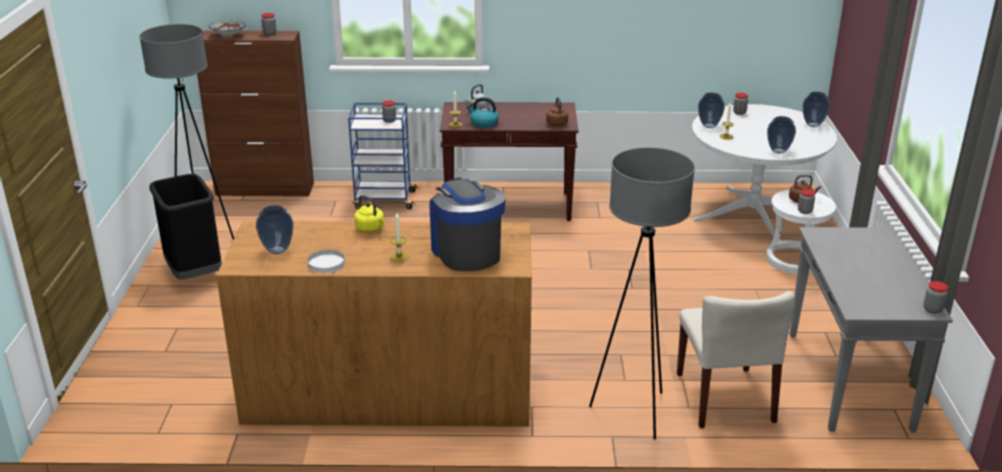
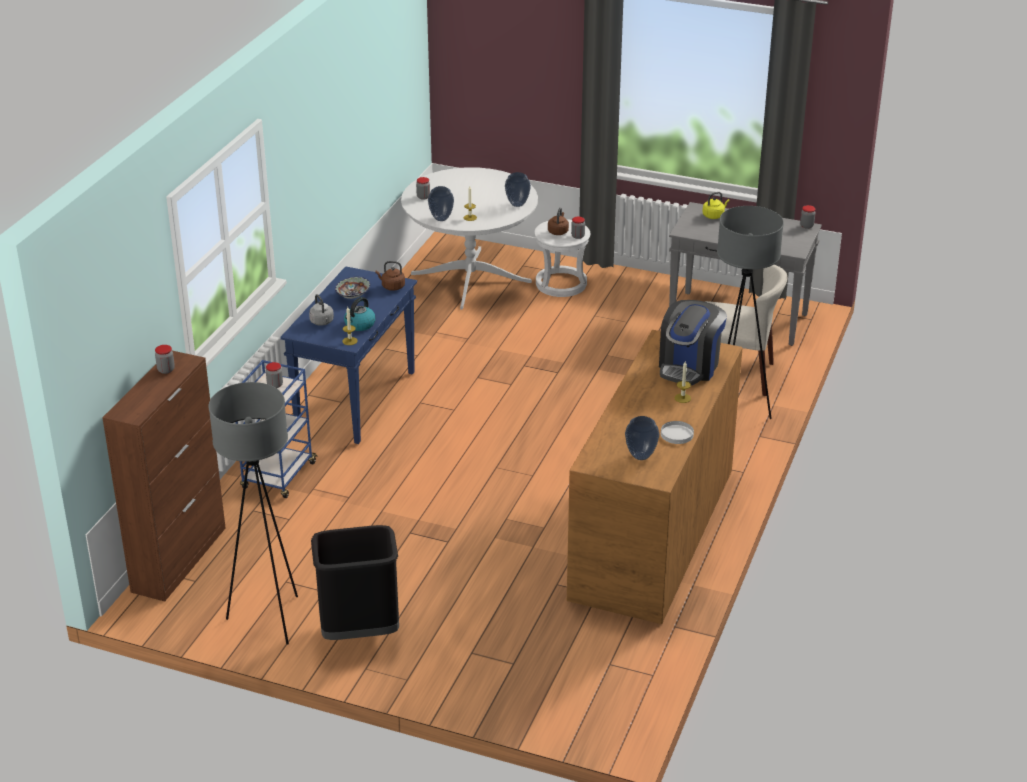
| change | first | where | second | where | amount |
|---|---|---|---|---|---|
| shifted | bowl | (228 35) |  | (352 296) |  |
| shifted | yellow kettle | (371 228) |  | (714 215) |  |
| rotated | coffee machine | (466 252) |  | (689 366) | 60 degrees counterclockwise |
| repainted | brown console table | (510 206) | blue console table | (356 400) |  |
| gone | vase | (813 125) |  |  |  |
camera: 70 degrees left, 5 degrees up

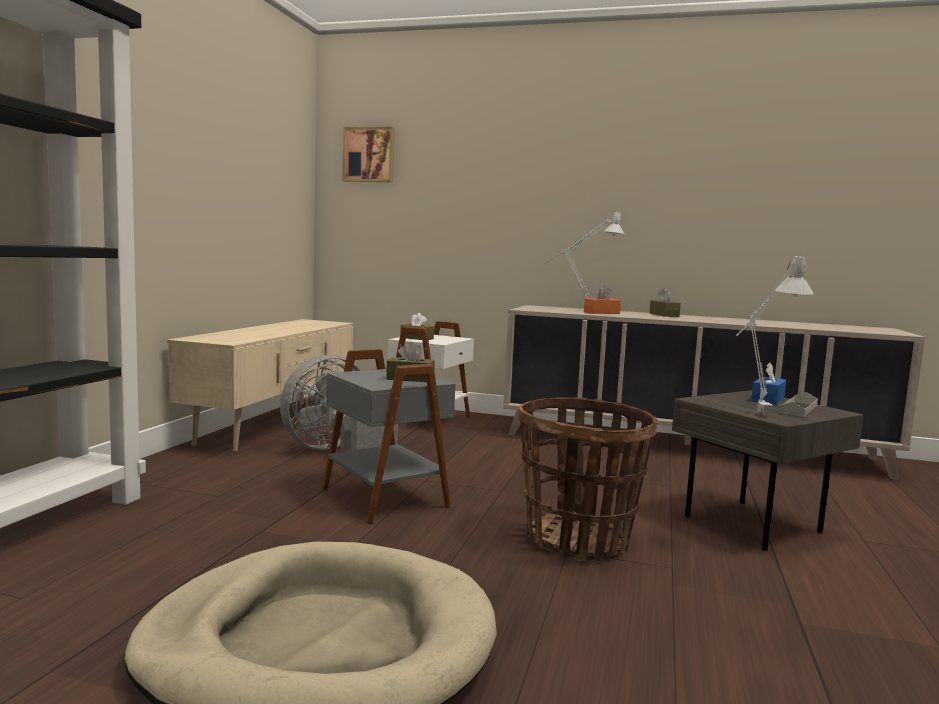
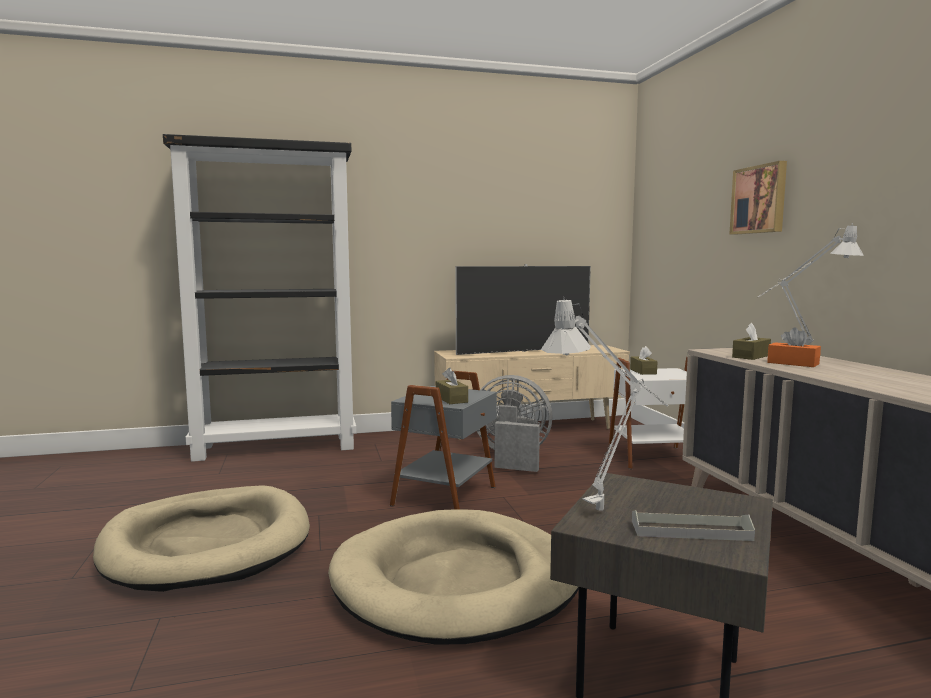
| change | first | where | second | where | amount |
|---|---|---|---|---|---|
| shifted | picture | (369 155) |  | (760 199) |  |
| swapped | basket | (578 540) | beige dog bed | (457 582) |  |
| shifted | brown tissue box | (664 315) |  | (751 356) |  |
| gone | blue tissue box | (767 399) |  |  |  |
| new |  |  | television | (524 351) |  |
camera: 60 degrees right, 0 degrees up

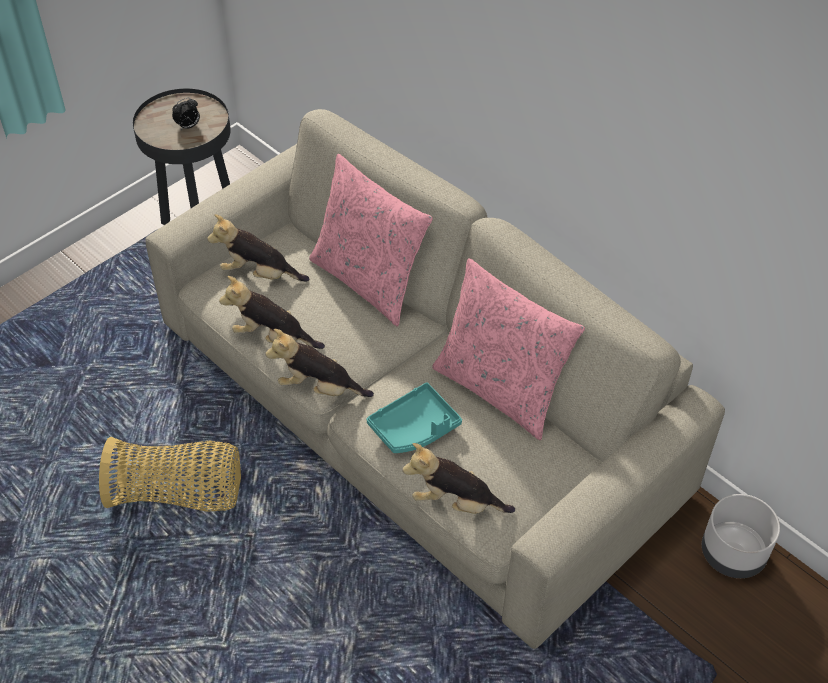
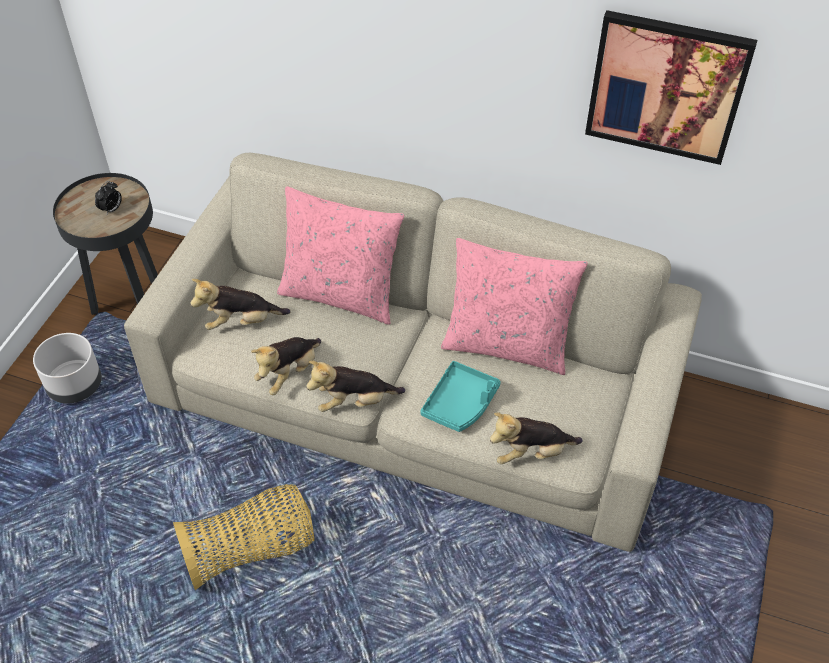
| change | first | where | second | where | amount |
|---|---|---|---|---|---|
| rotated | plush toy | (272 338) |  | (289 373) | 45 degrees counterclockwise |
| shifted | grey planter | (733 554) |  | (76 386) |  |
| new |  |  | picture | (666 87) |  |
camera: 25 degrees left, 0 degrees up

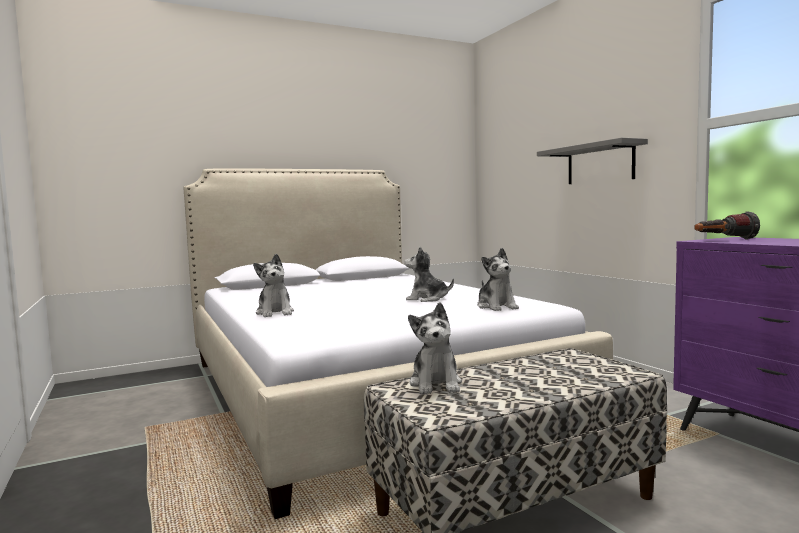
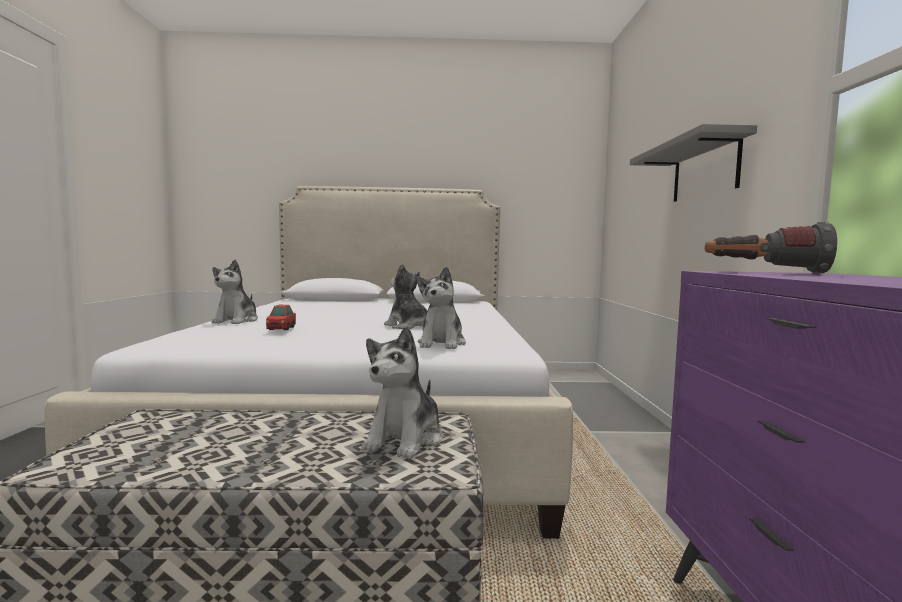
| change | first | where | second | where | amount |
|---|---|---|---|---|---|
| shifted | plush toy | (436 384) |  | (405 440) |  |
| new |  |  | toy car | (281 328) |  |
camera: 25 degrees right, 0 degrees up

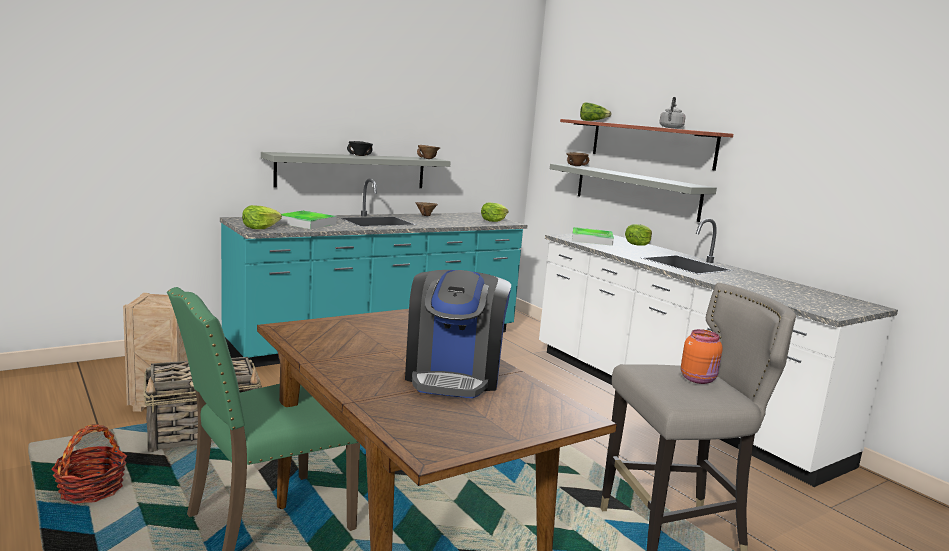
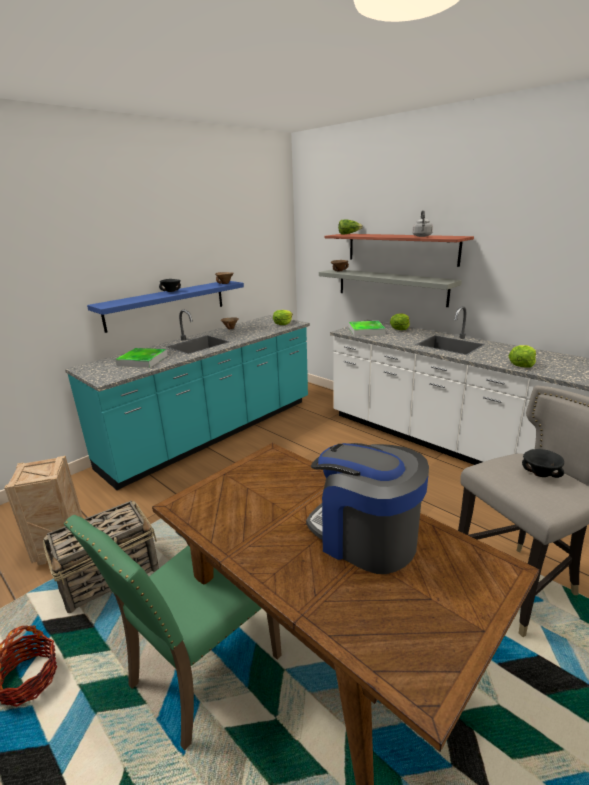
| change | first | where | second | where | amount |
|---|---|---|---|---|---|
| shifted | lettuce | (260 228) |  | (521 364) |  |
| repainted | grey shelf | (352 171) | blue shelf | (167 304) |  |
| rotated | coffee machine | (453 376) |  | (364 537) | 135 degrees clockwise |
| swapped | orange jar | (699 379) | black bowl | (540 474) |  |
camera: 10 degrees left, 10 degrees up

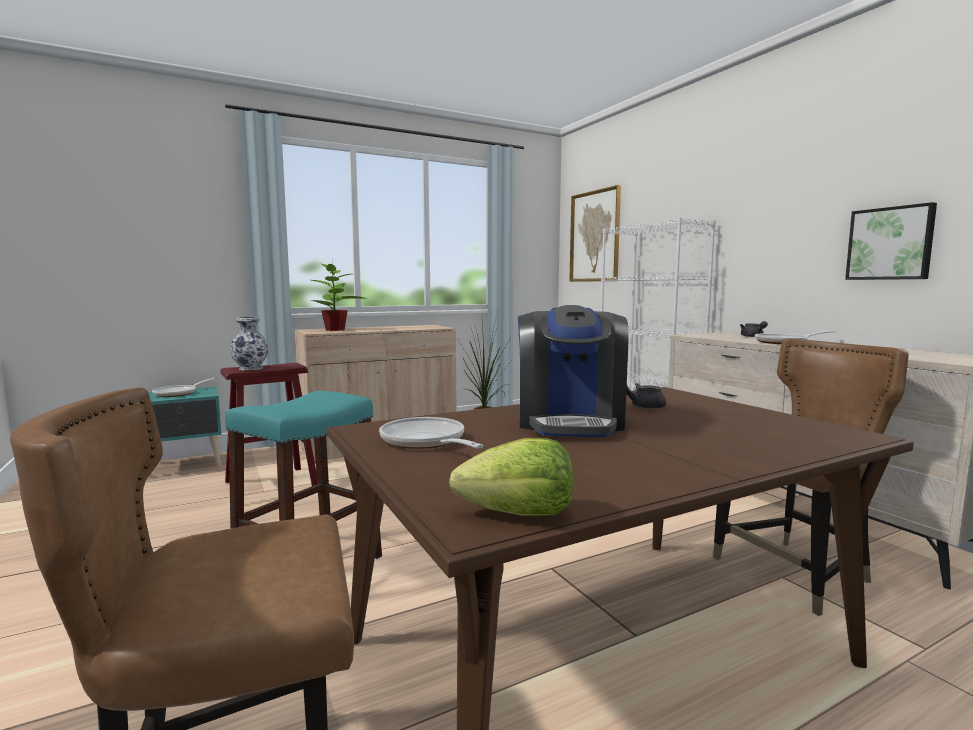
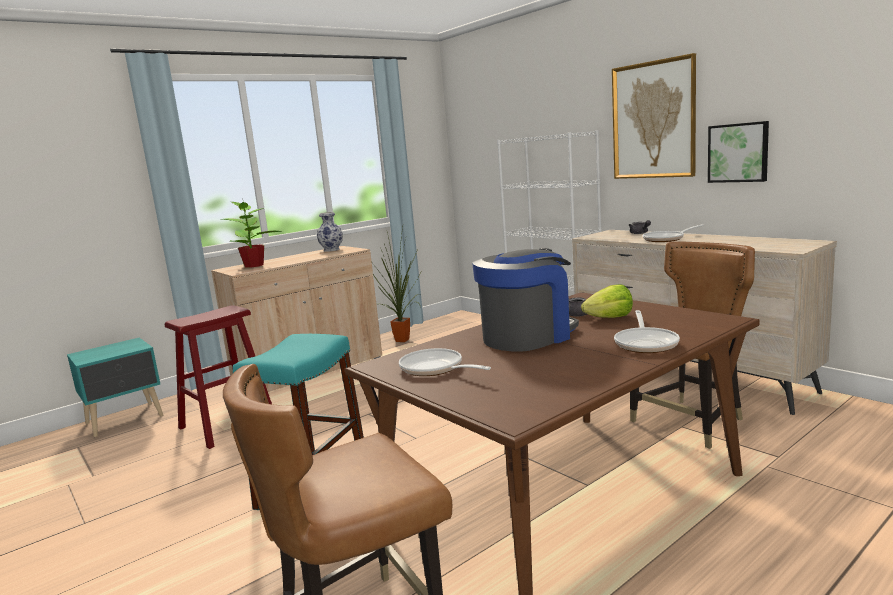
| change | first | where | second | where | amount |
|---|---|---|---|---|---|
| shifted | frying pan | (178 393) |  | (646 343) |  |
| shifted | vase | (251 368) |  | (332 250) |  |
| shifted | lettuce | (519 514) |  | (610 318) |  |
| rotated | coffee machine | (570 422) |  | (527 336) | 120 degrees counterclockwise |
| shifted | picture | (595 236) |  | (653 120) |  |
camera: 10 degrees left, 5 degrees up

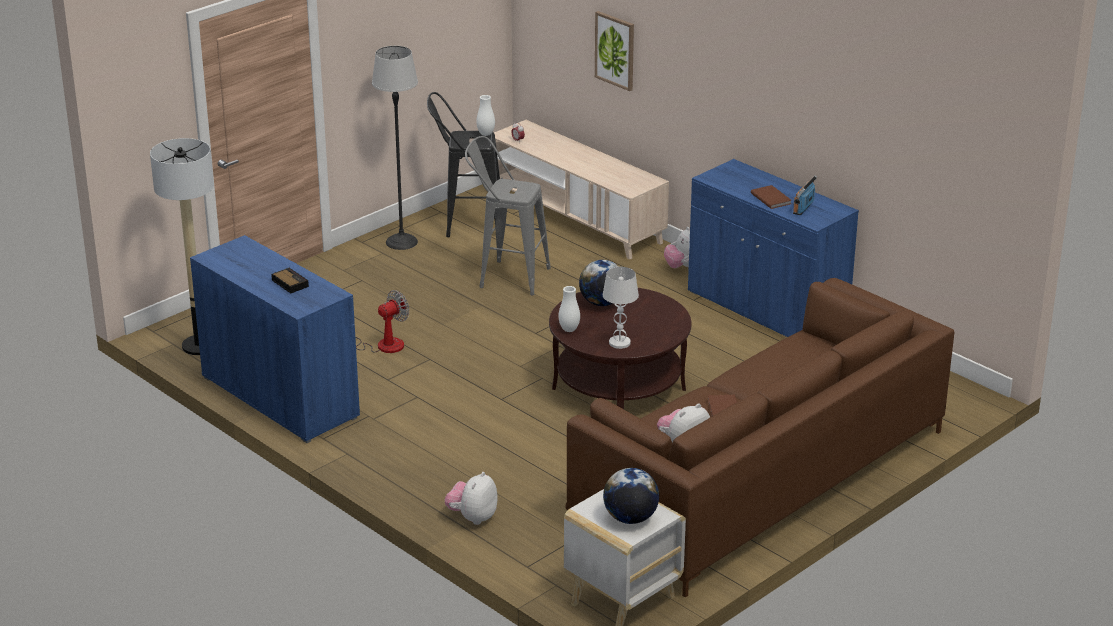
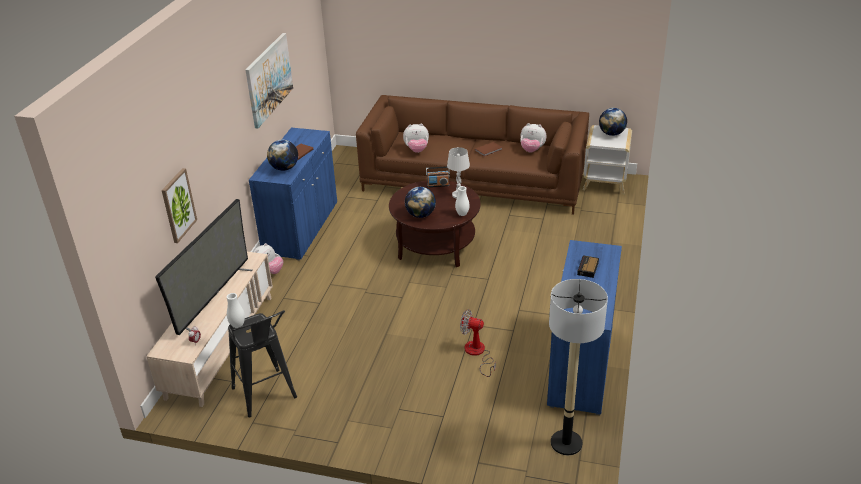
| change | first | where | second | where | amount |
|---|---|---|---|---|---|
| gone | floor lamp | (402 242) |  |  |  |
| shifted | plush toy | (472 517) |  | (417 150) |  |
| gone | grey stool | (507 276) |  |  |  |
| shifted | radio | (803 208) |  | (438 185) |  |
| new |  |  | television | (214 298) |  |
| new |  |  | picture | (269 79) |  |
| new |  |  | globe | (284 168) |  |
camera: 120 degrees left, 5 degrees up

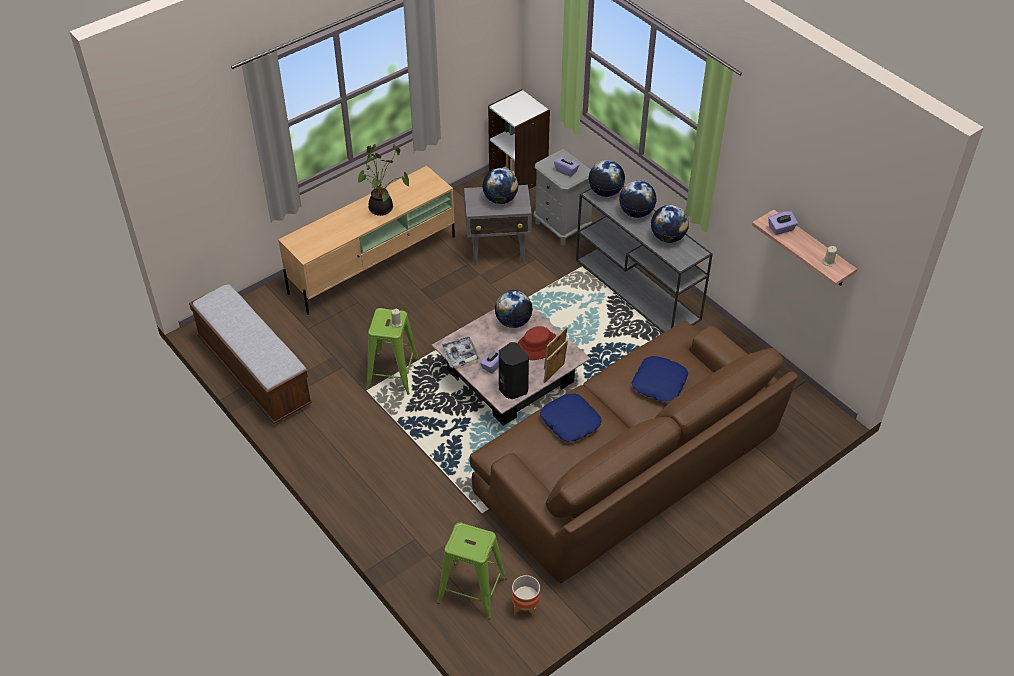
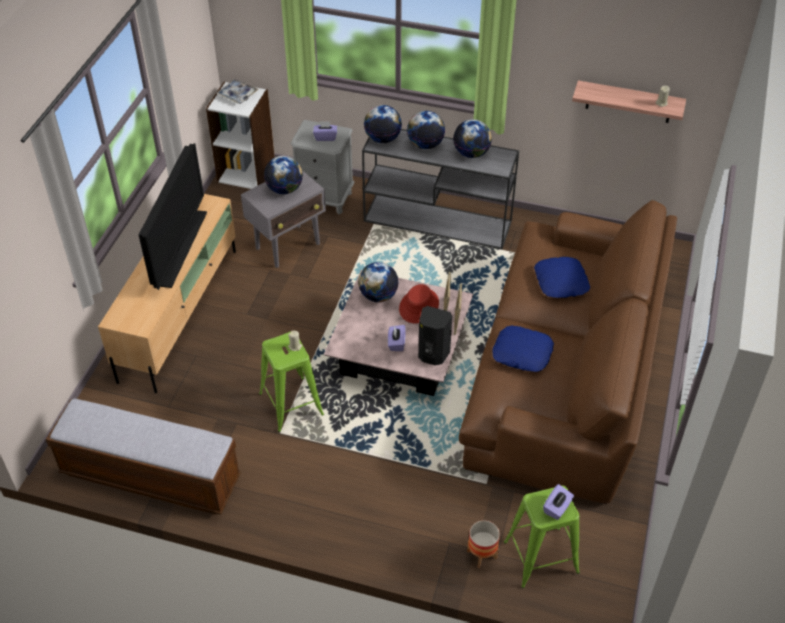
| change | first | where | second | where | amount |
|---|---|---|---|---|---|
| swapped | potted plant | (383 208) | television | (180 248) |  |
| shifted | tray | (460 355) |  | (237 95) |  |
| shifted | planter | (525 607) |  | (482 555) |  |
| shifted | purple tissue box | (781 229) |  | (557 508) |  |
camera: 35 degrees left, 0 degrees up

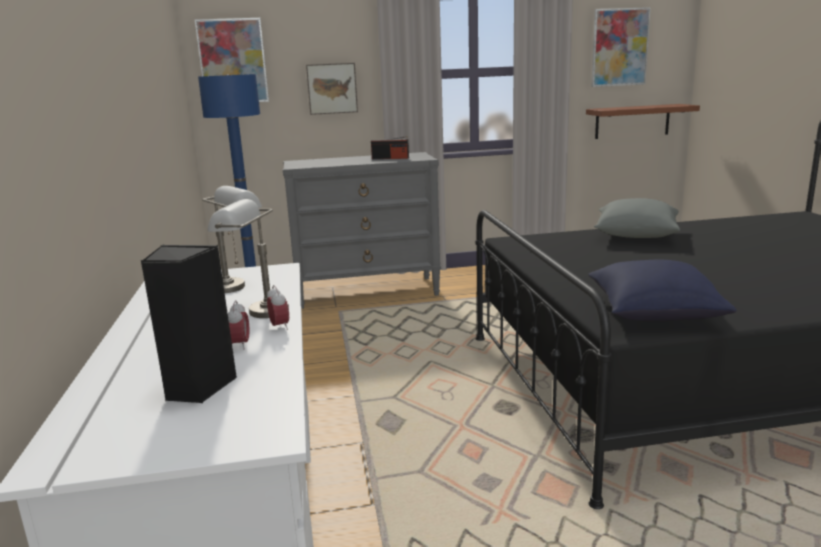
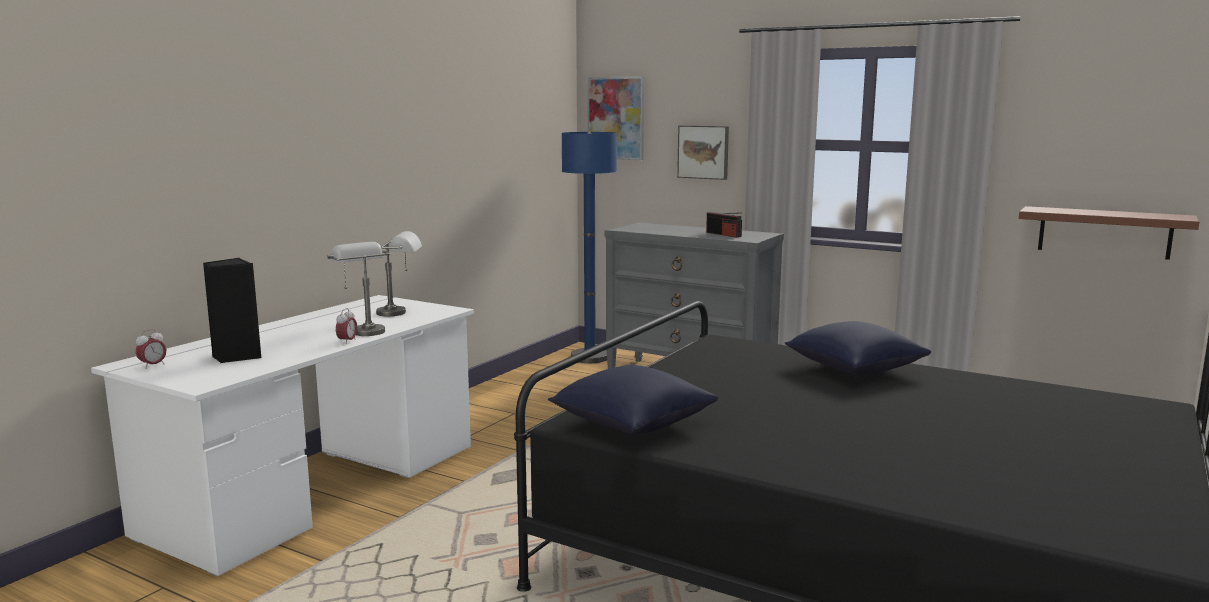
| change | first | where | second | where | amount |
|---|---|---|---|---|---|
| shifted | alarm clock | (240 345) |  | (152 366) |  |
| gone | picture | (619 47) |  |  |  |
| repainted | grey pillow | (635 235) | blue pillow | (854 368) |  |
camera: 40 degrees right, 5 degrees down

